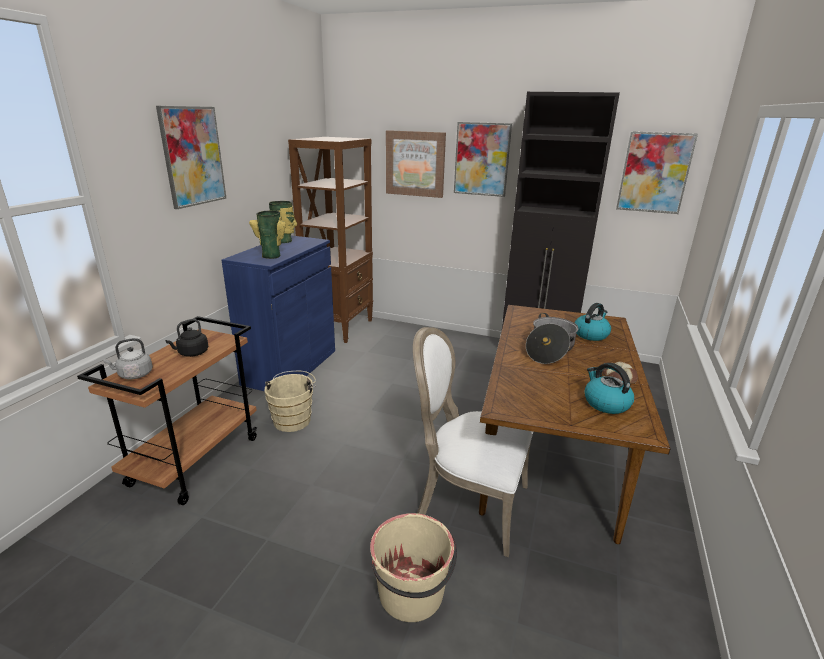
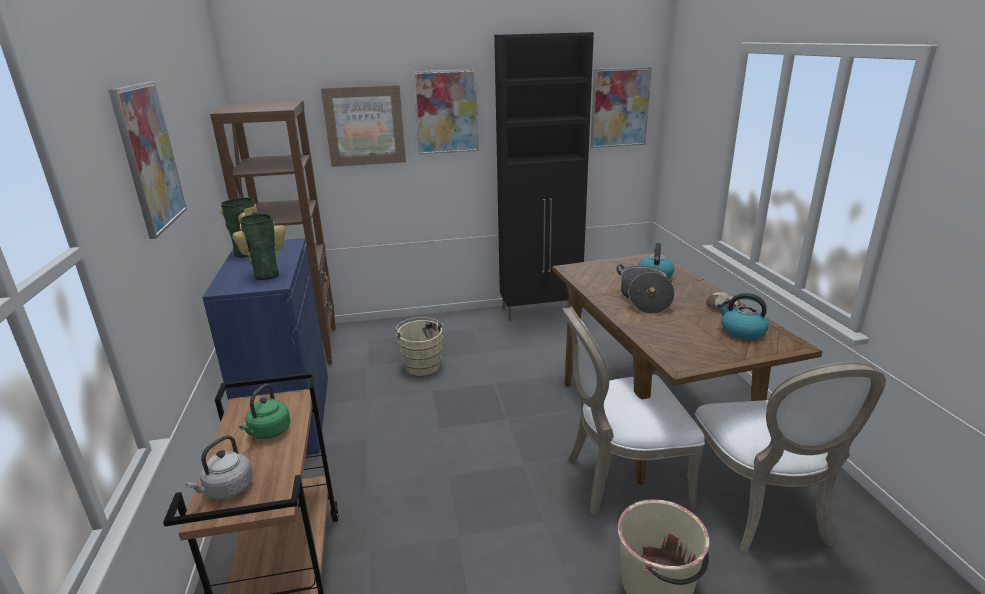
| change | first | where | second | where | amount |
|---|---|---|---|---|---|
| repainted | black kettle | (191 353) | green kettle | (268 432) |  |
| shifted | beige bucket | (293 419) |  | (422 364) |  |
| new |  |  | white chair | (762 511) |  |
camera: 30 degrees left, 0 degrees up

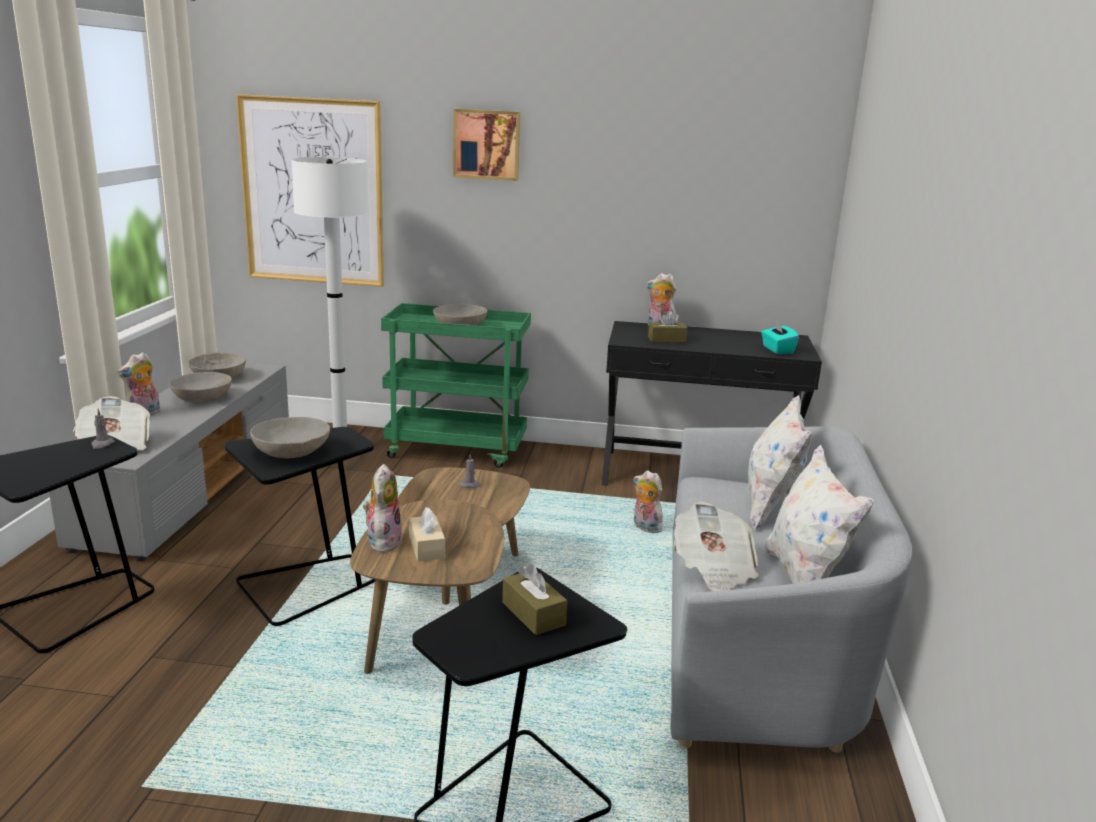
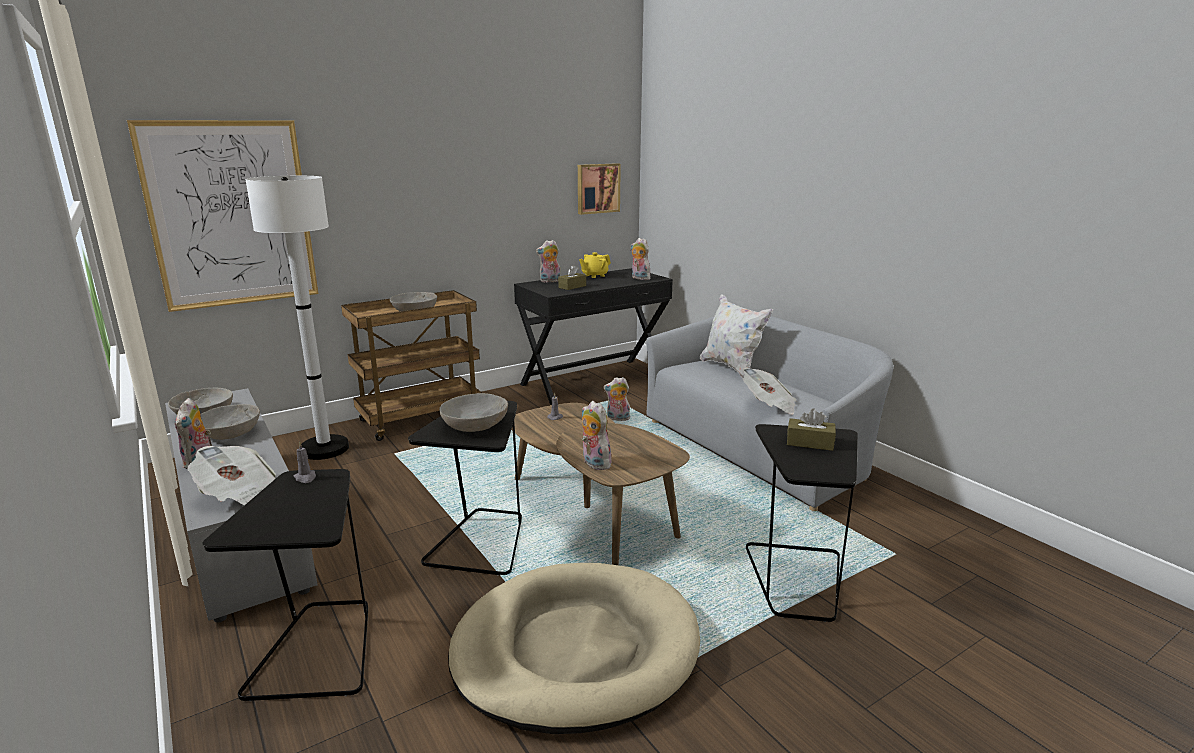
| change | first | where | second | where | amount |
|---|---|---|---|---|---|
| repainted | green cart | (458 450) | brown cart | (420 418) |  |
| gone | beige tissue box | (426 547) |  |  |  |
| shifted | picture | (487 144) |  | (597 188) |  |
| swapped | turquoise tissue box | (777 350) | plush toy | (639 278) |  |
| gone | white pillow | (804 581) |  |  |  |
| new |  |  | beige dog bed | (575 650) |  |
| new |  |  | yellow teapot | (594 275) |  |
camera: 40 degrees left, 0 degrees up

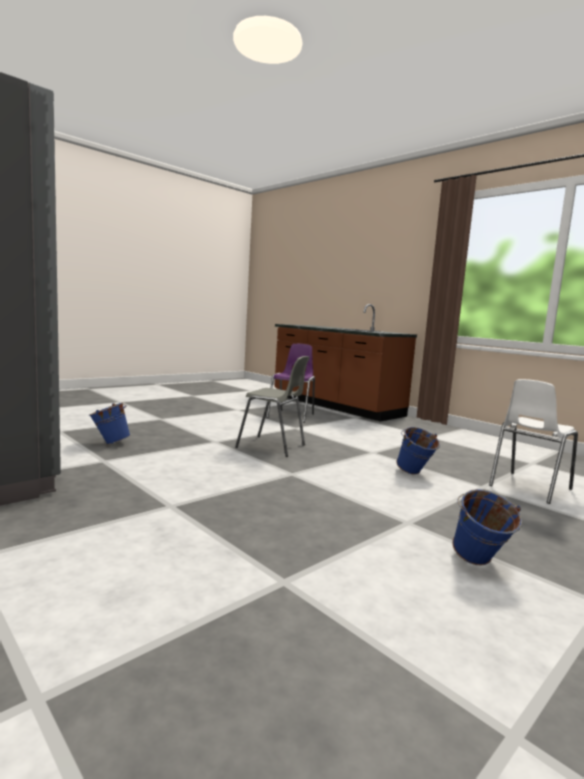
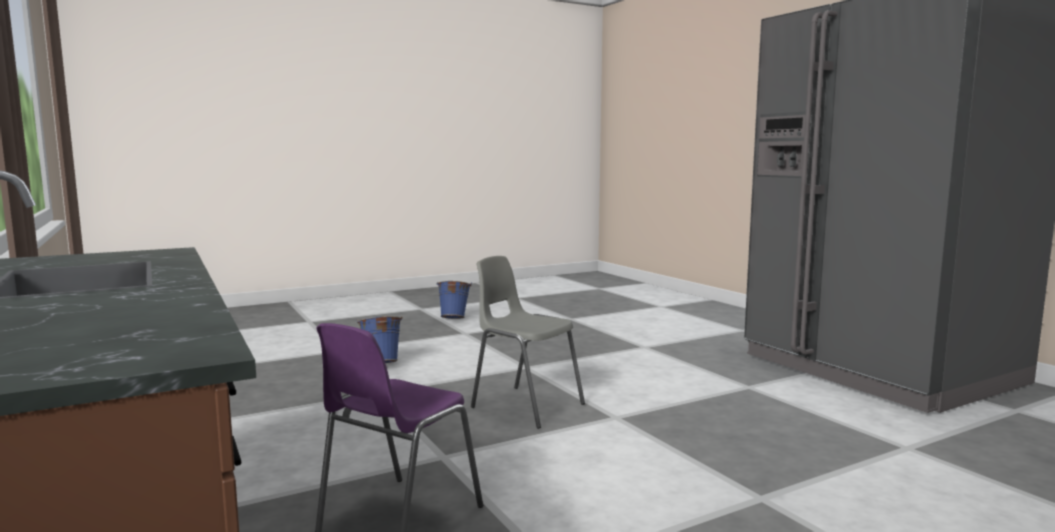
| change | first | where | second | where | amount |
|---|---|---|---|---|---|
| gone | blue bucket | (109 443) |  |  |  |
| gone | white chair | (528 487) |  |  |  |
camera: 165 degrees left, 0 degrees up

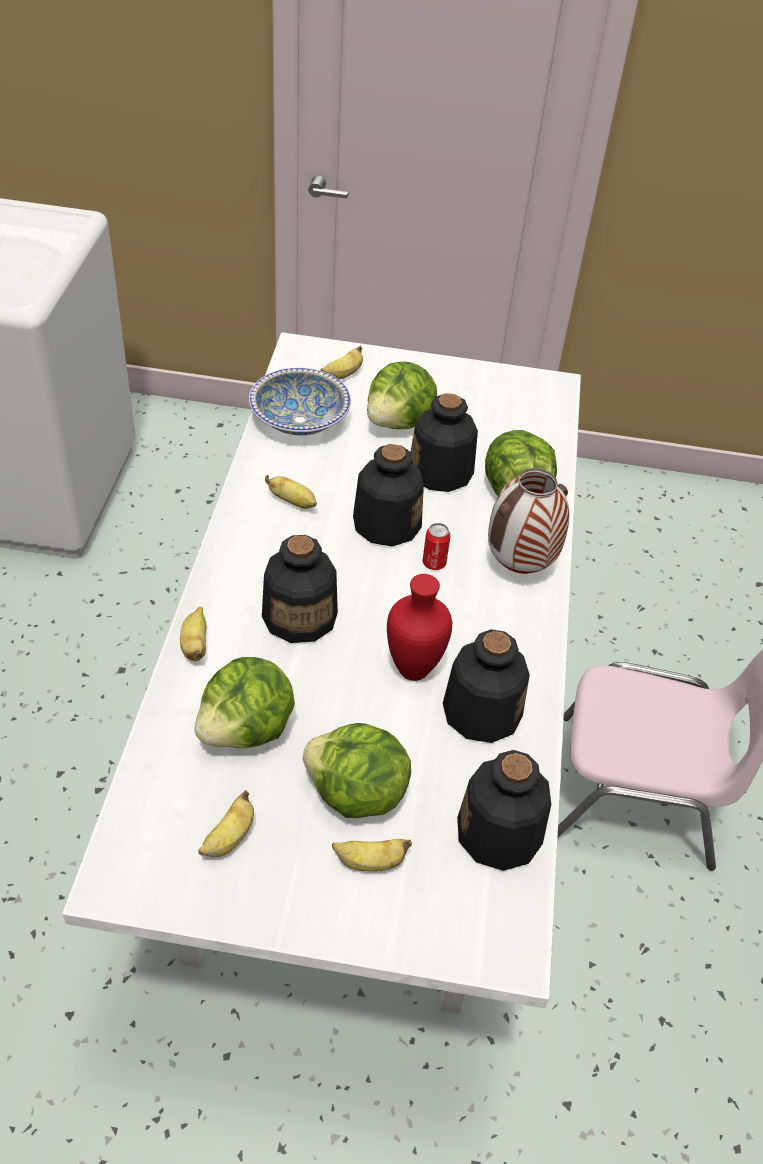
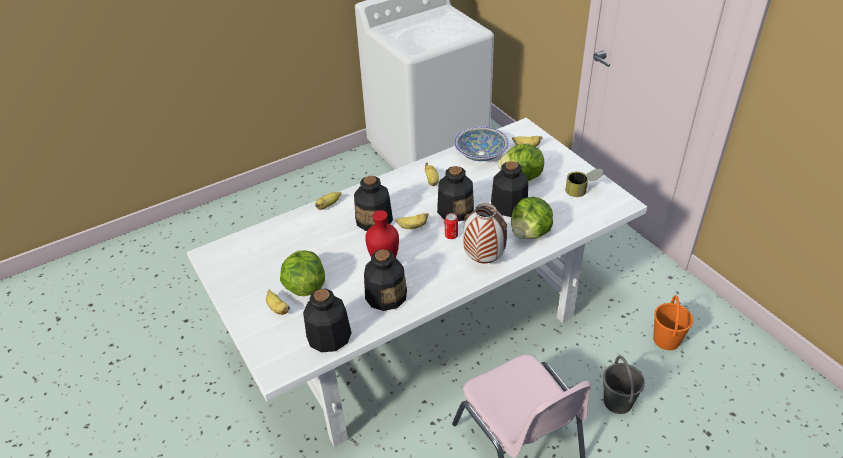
| change | first | where | second | where | amount |
|---|---|---|---|---|---|
| gone | lettuce | (247 729) |  |  |  |
| shifted | banana | (229 838) |  | (412 227) |  |
| new |  |  | can | (582 191) |  |
| new |  |  | grey bucket | (617 401) |  |
| new |  |  | orange bucket | (666 339) |  |
camera: 55 degrees right, 5 degrees down

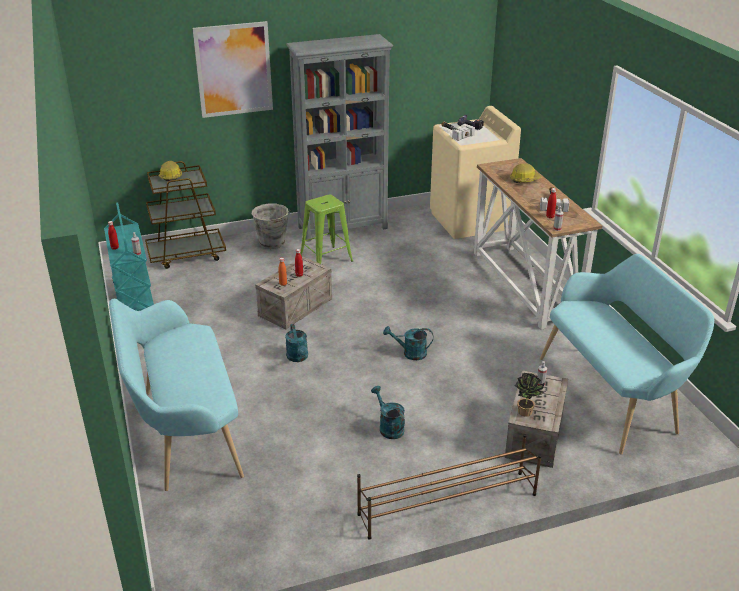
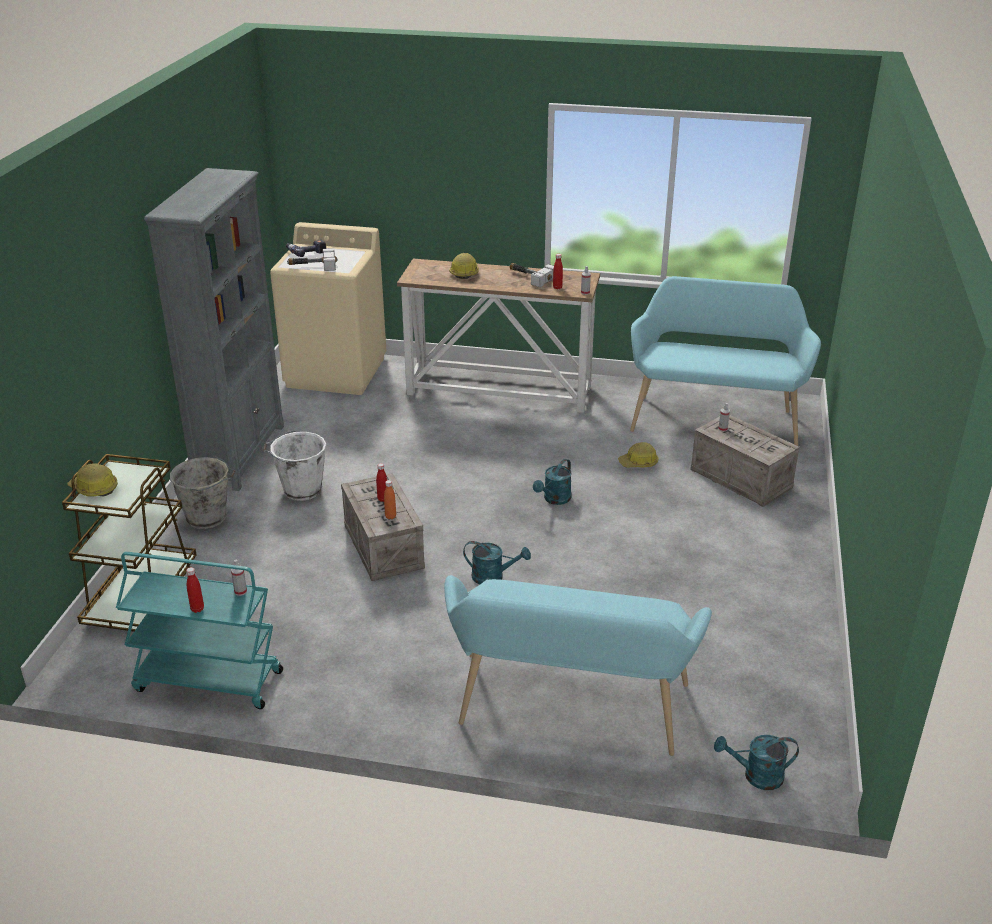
| change | first | where | second | where | amount |
|---|---|---|---|---|---|
| gone | picture | (234 69) |  |  |  |
| swapped | green stool | (326 259) | white bucket | (301 490) |  |
| gone | brown shoe rack | (446 504) |  |  |  |
| shifted | turquoise watering can | (388 427) |  | (756 776) |  |
| gone | potted plant | (526 413) |  |  |  |
| new |  |  | hard hat | (638 463) |  |
camera: 60 degrees left, 0 degrees up

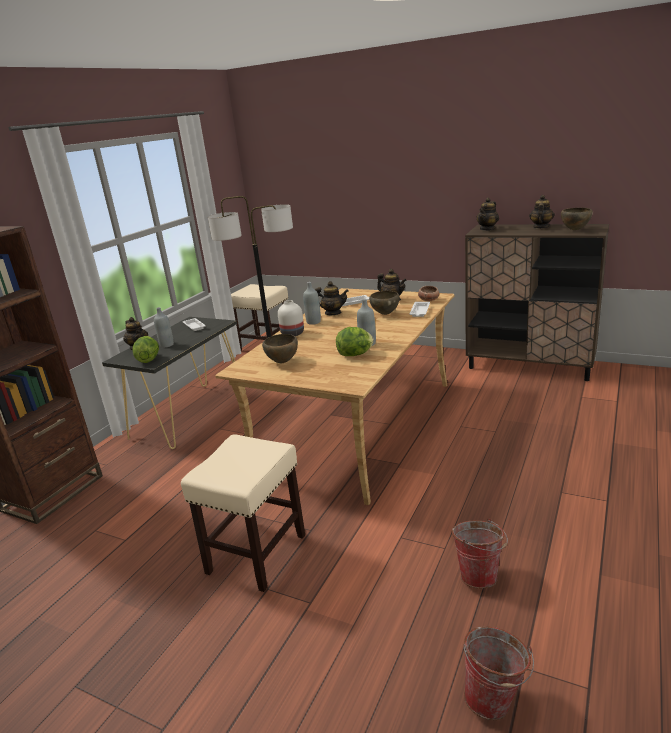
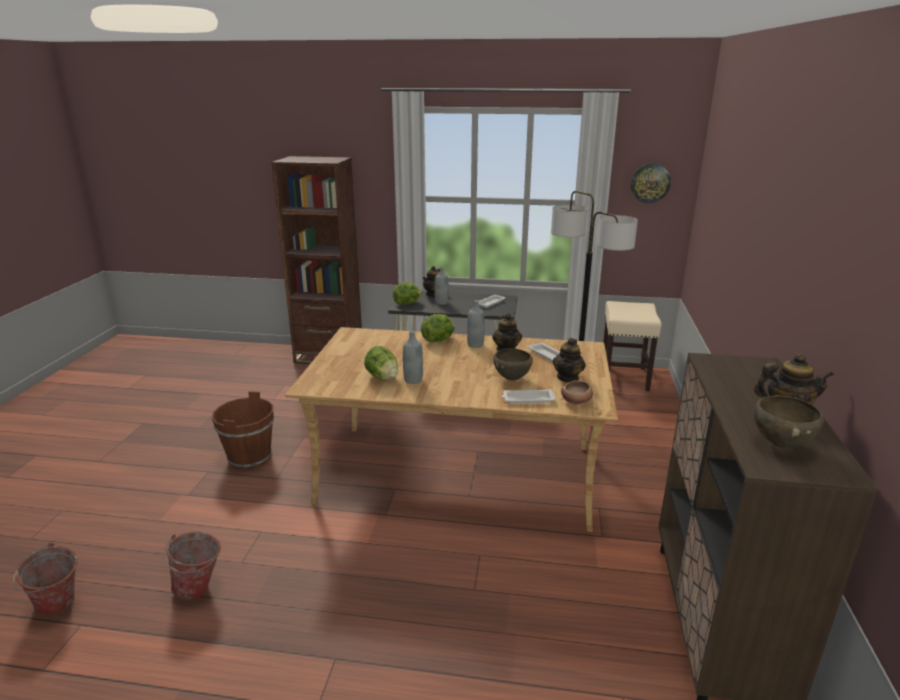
| change | first | where | second | where | amount |
|---|---|---|---|---|---|
| swapped | beige stool | (257 553) | brown bucket | (250 457) |  |
| gone | brown bowl | (283 362) |  |  |  |
| swapped | white vase | (292 334) | lettuce | (438 340) |  |
| gone | teapot | (487 229) |  |  |  |
| new |  |  | wall clock | (650 183) |  |
camera: 70 degrees right, 0 degrees up

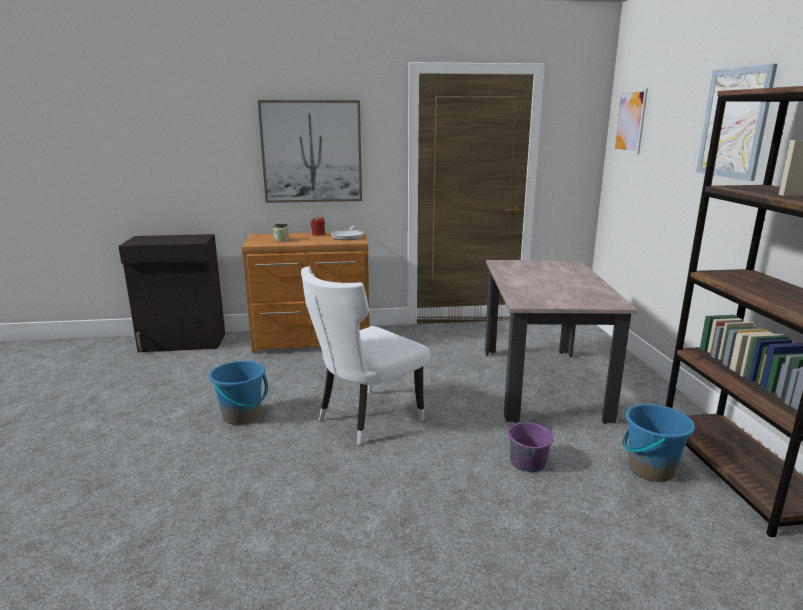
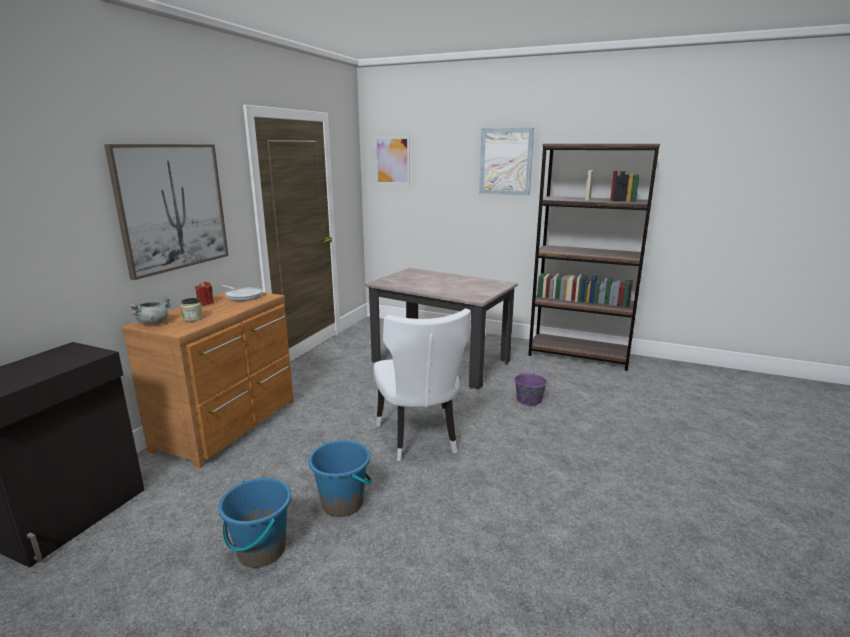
| change | first | where | second | where | amount |
|---|---|---|---|---|---|
| shifted | blue bucket | (650 469) |  | (261 550) |  |
| new |  |  | grey cooking pot | (153 323) |  |
camera: 60 degrees left, 0 degrees up

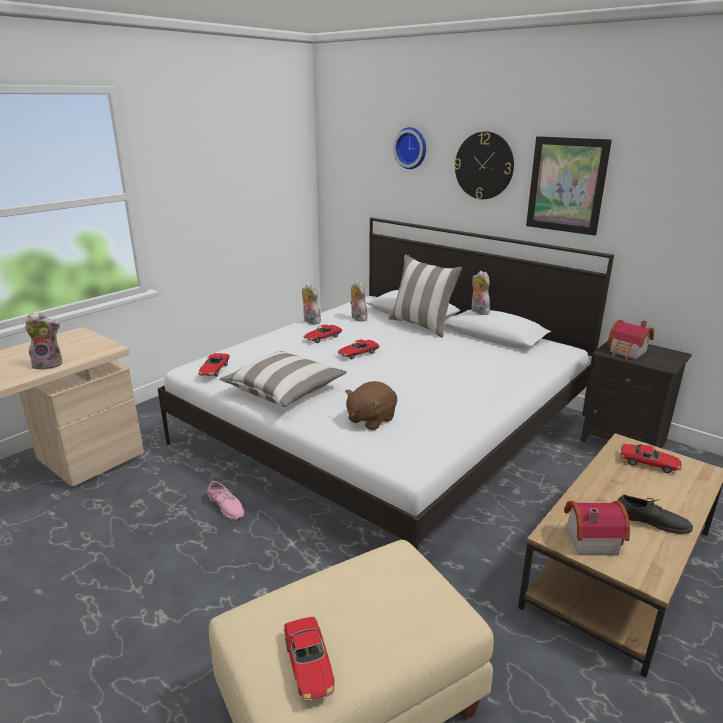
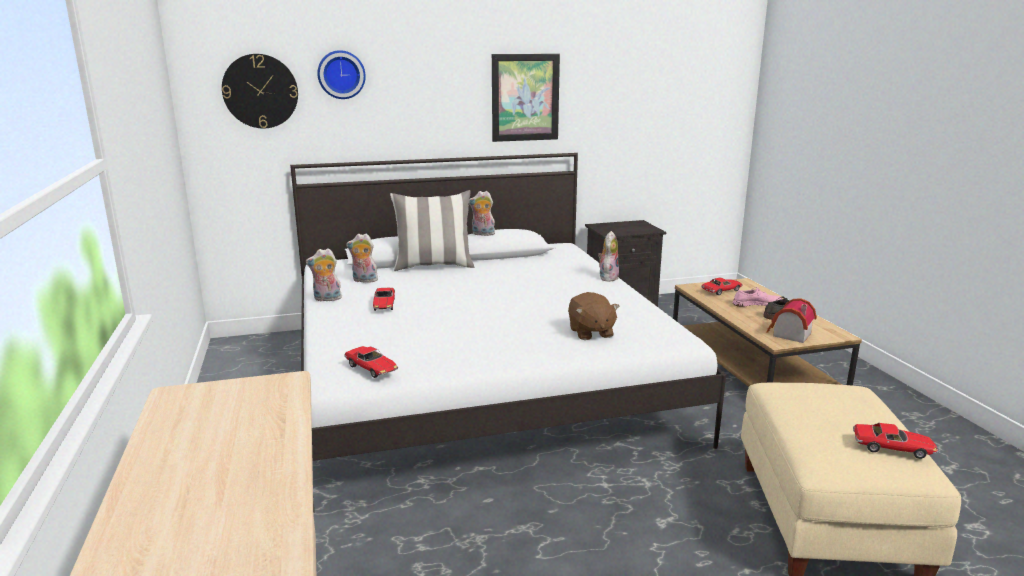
| change | first | where | second | where | amount |
|---|---|---|---|---|---|
| shifted | plush toy | (49 364) |  | (607 277) |  |
| shifted | pink shoe | (226 506) |  | (757 303) |  |
| gone | pillow | (284 391) |  |  |  |
| gone | toy car | (358 354) |  |  |  |
| shifted | wall clock | (484 165) |  | (260 91) |  |
| gone | toy house | (628 352) |  |  |  |
camera: 55 degrees left, 5 degrees down

